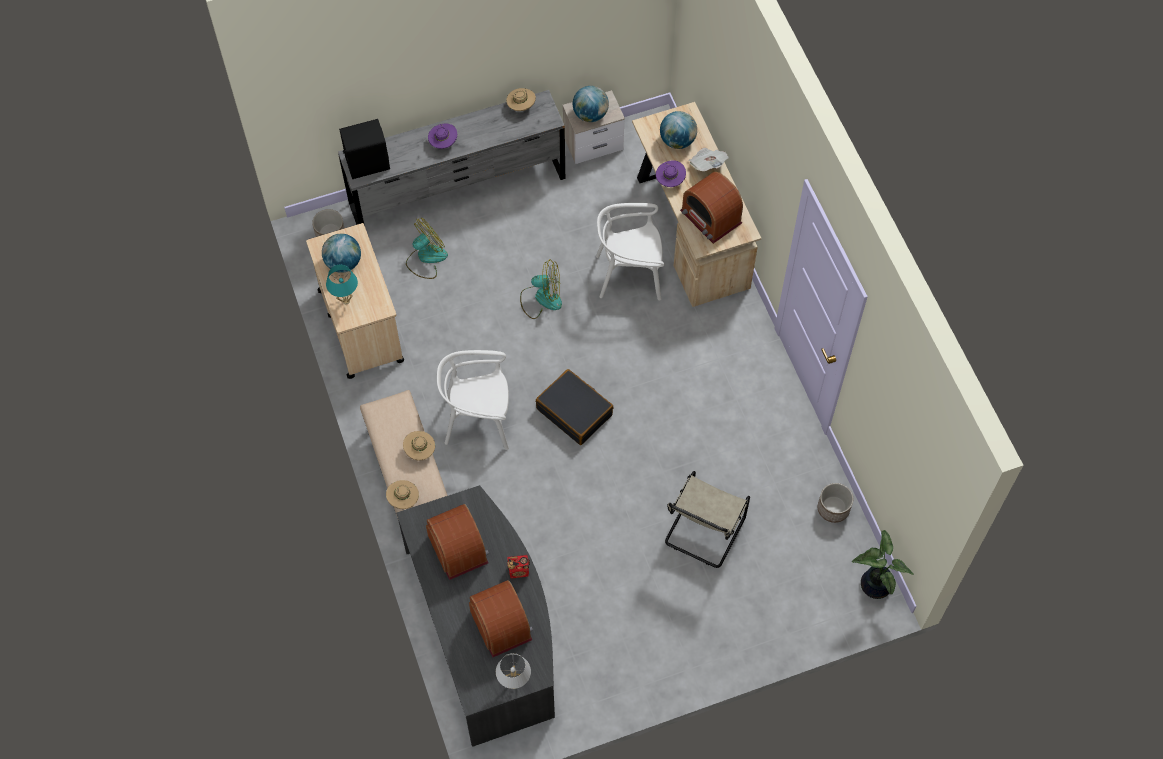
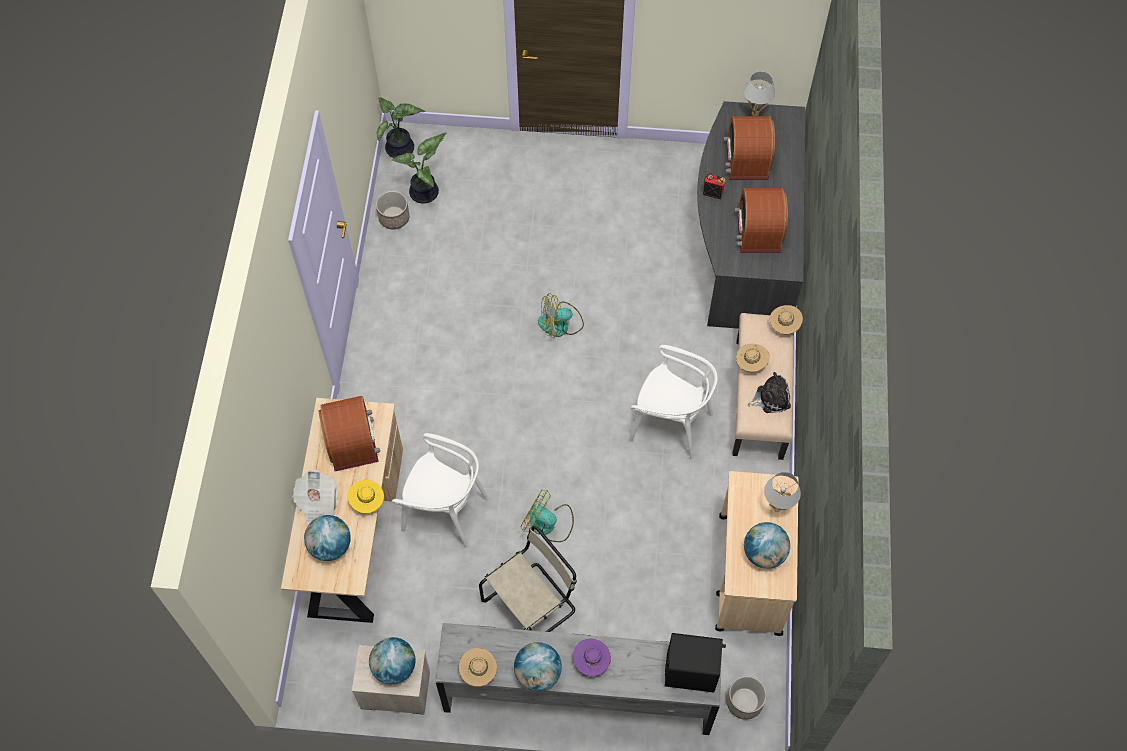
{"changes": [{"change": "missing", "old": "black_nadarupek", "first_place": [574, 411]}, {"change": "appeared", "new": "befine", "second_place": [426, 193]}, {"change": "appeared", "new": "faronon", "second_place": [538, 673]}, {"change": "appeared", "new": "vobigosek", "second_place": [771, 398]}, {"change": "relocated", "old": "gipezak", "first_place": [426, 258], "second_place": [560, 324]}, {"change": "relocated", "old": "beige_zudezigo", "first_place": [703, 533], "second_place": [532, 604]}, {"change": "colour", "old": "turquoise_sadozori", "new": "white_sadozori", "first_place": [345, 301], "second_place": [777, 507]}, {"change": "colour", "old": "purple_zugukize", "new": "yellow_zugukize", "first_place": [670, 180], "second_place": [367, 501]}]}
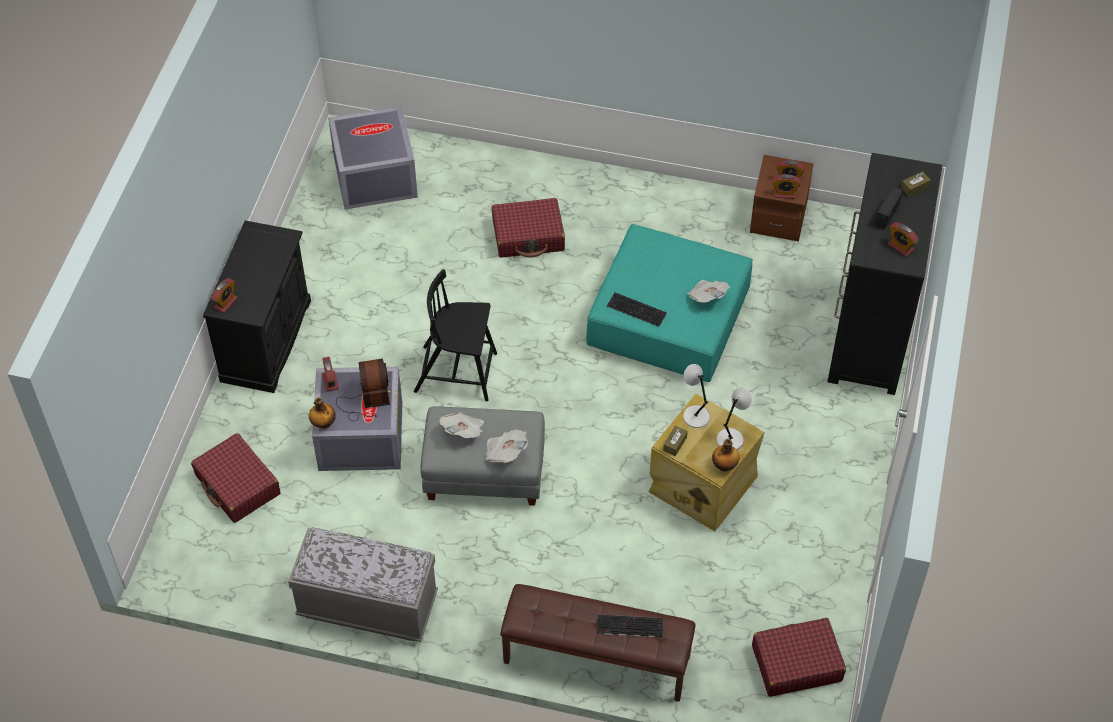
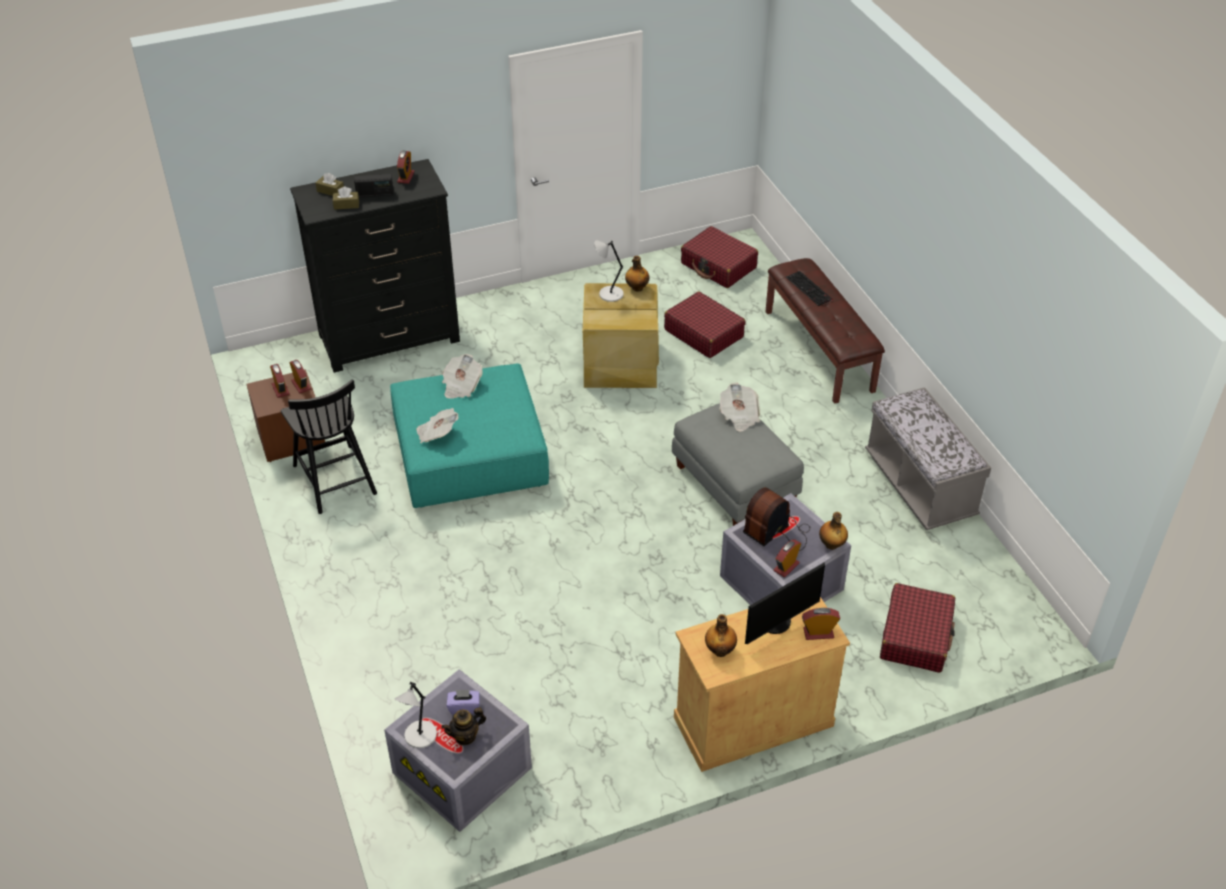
{"changes": [{"change": "missing", "old": "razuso", "first_place": [637, 309]}, {"change": "appeared", "new": "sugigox", "second_place": [465, 736]}, {"change": "appeared", "new": "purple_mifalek", "second_place": [464, 707]}, {"change": "appeared", "new": "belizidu", "second_place": [720, 650]}, {"change": "appeared", "new": "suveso", "second_place": [777, 623]}, {"change": "relocated", "old": "black_zudezigo", "first_place": [457, 373], "second_place": [334, 478]}, {"change": "relocated", "old": "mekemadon", "first_place": [463, 431], "second_place": [437, 434]}, {"change": "relocated", "old": "red_nadarupek", "first_place": [528, 236], "second_place": [703, 333]}, {"change": "relocated", "old": "brown_mifalek", "first_place": [675, 444], "second_place": [346, 205]}, {"change": "relocated", "old": "grey_sadozori", "first_place": [695, 416], "second_place": [419, 736]}, {"change": "colour", "old": "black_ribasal", "new": "beige_ribasal", "first_place": [266, 340], "second_place": [753, 721]}]}
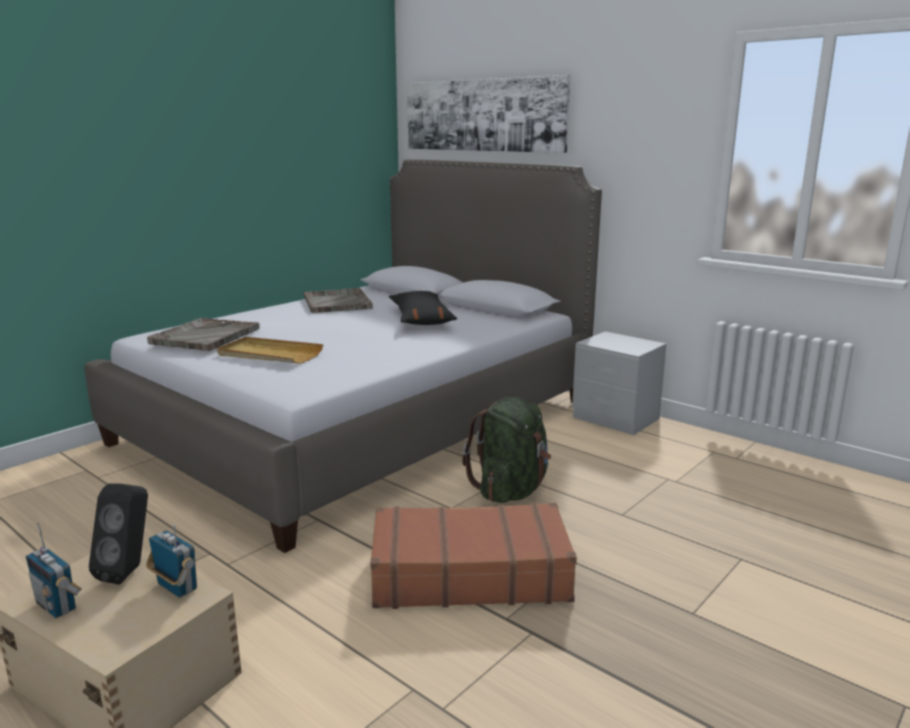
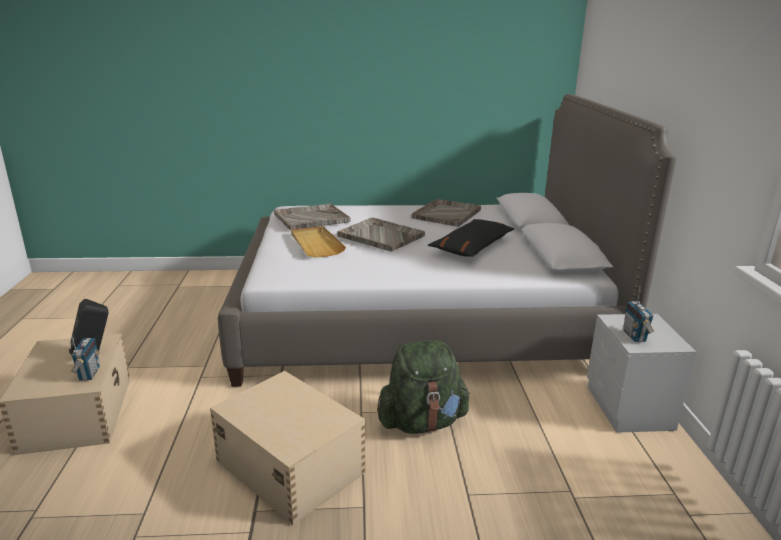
{"changes": [{"change": "missing", "old": "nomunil", "first_place": [483, 115]}, {"change": "appeared", "new": "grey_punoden", "second_place": [380, 236]}, {"change": "relocated", "old": "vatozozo", "first_place": [57, 606], "second_place": [634, 336]}, {"change": "exchanged", "old": "brown_nadarupek", "new": "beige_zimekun", "first_place": [469, 574], "second_place": [289, 465]}]}
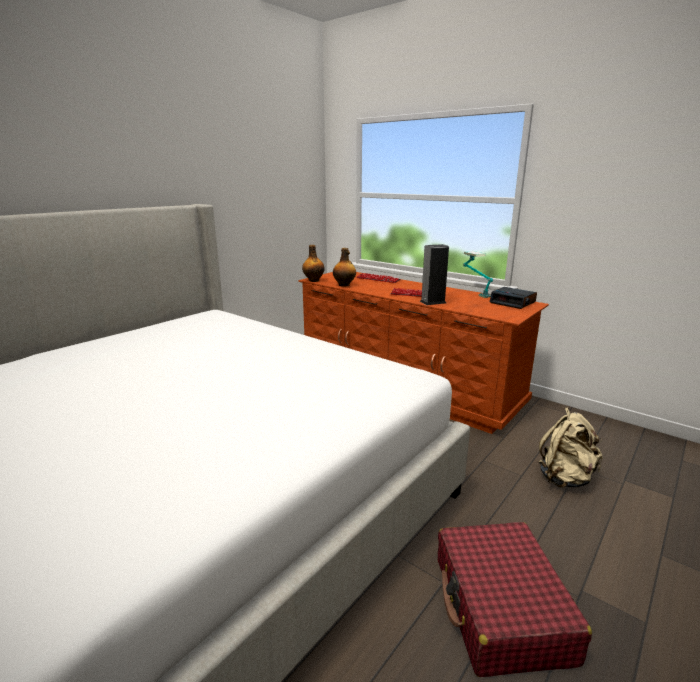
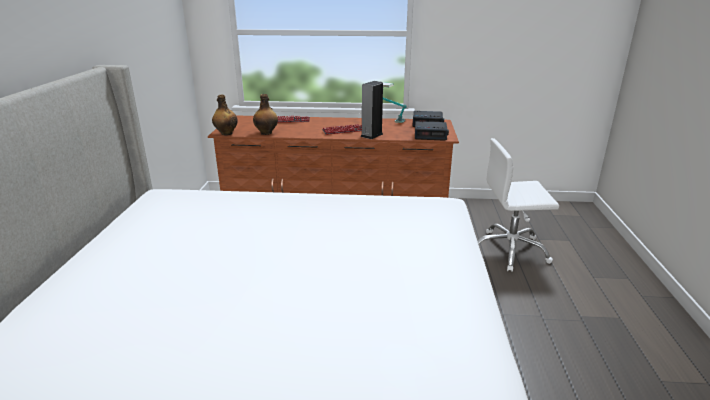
{"changes": [{"change": "missing", "old": "red_nadarupek", "first_place": [500, 609]}, {"change": "appeared", "new": "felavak", "second_place": [430, 135]}, {"change": "exchanged", "old": "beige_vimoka", "new": "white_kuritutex", "first_place": [565, 478], "second_place": [510, 251]}]}
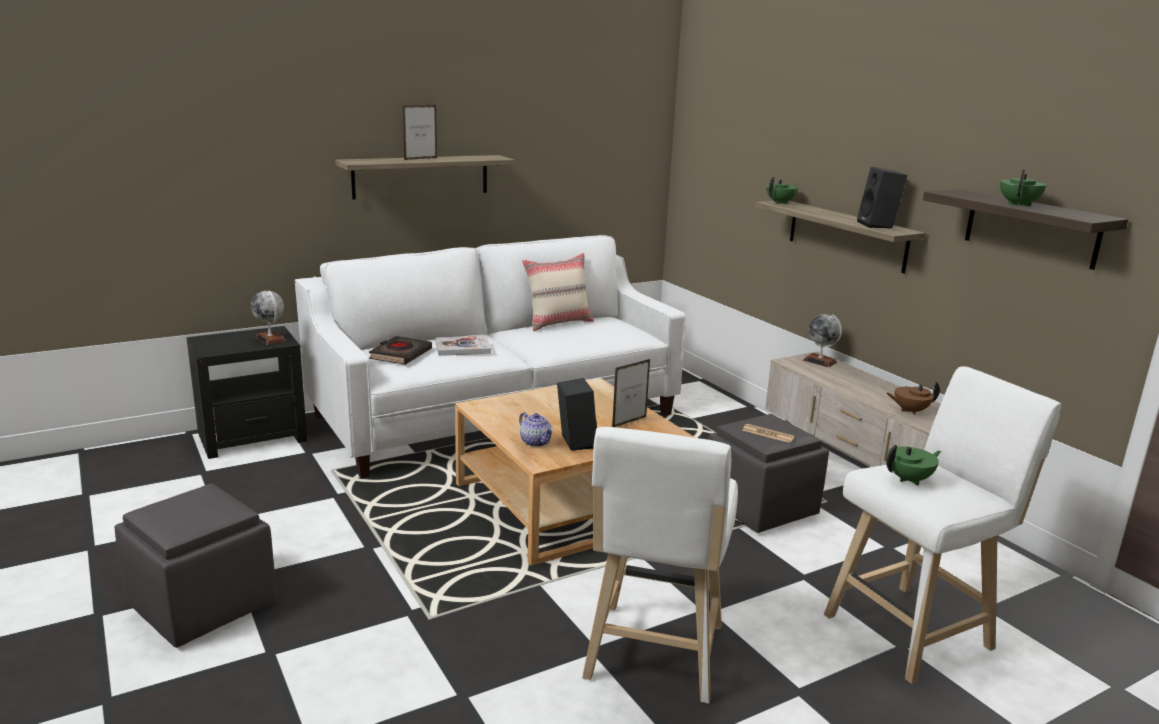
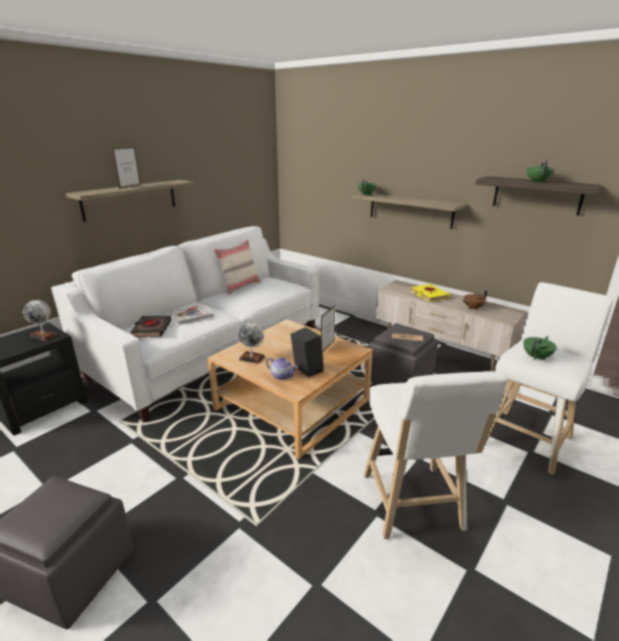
{"changes": [{"change": "missing", "old": "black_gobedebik", "first_place": [878, 225]}, {"change": "appeared", "new": "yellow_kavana", "second_place": [429, 295]}, {"change": "relocated", "old": "faronon", "first_place": [820, 361], "second_place": [252, 358]}]}
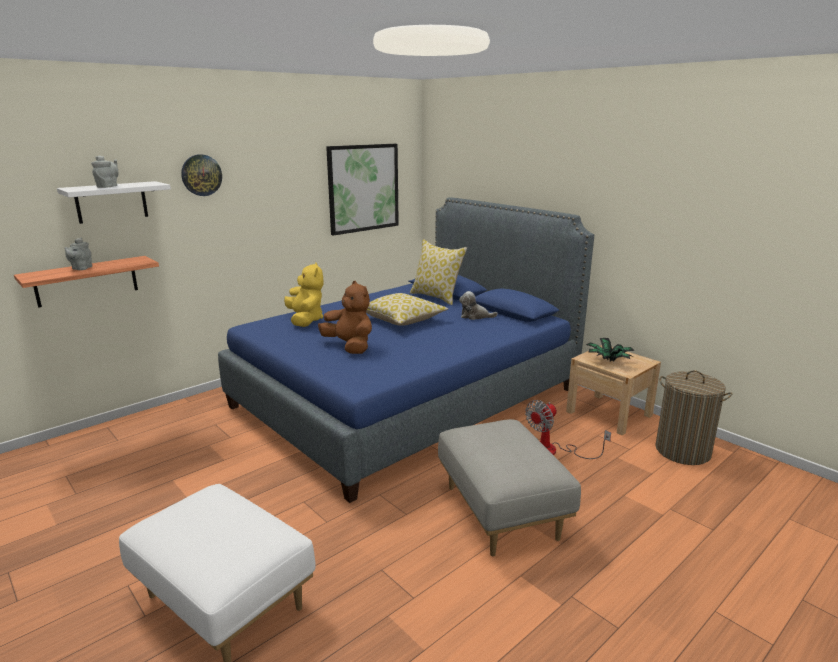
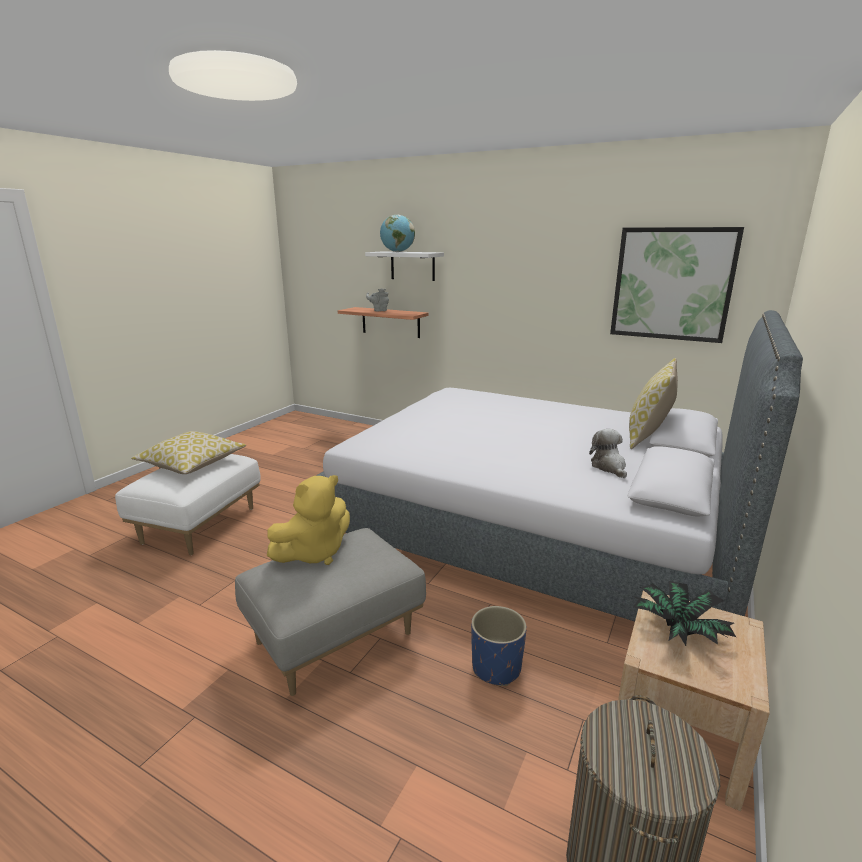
{"changes": [{"change": "missing", "old": "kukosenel", "first_place": [201, 175]}, {"change": "missing", "old": "brown_vobigosek", "first_place": [350, 346]}, {"change": "relocated", "old": "yellow_vobigosek", "first_place": [305, 320], "second_place": [314, 553]}, {"change": "relocated", "old": "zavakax", "first_place": [402, 320], "second_place": [192, 464]}, {"change": "exchanged", "old": "grey_sugigox", "new": "faronon", "first_place": [108, 186], "second_place": [397, 252]}, {"change": "exchanged", "old": "gipezak", "new": "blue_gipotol", "first_place": [553, 451], "second_place": [496, 668]}, {"change": "colour", "old": "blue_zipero", "new": "grey_zipero", "first_place": [407, 397], "second_place": [536, 528]}]}
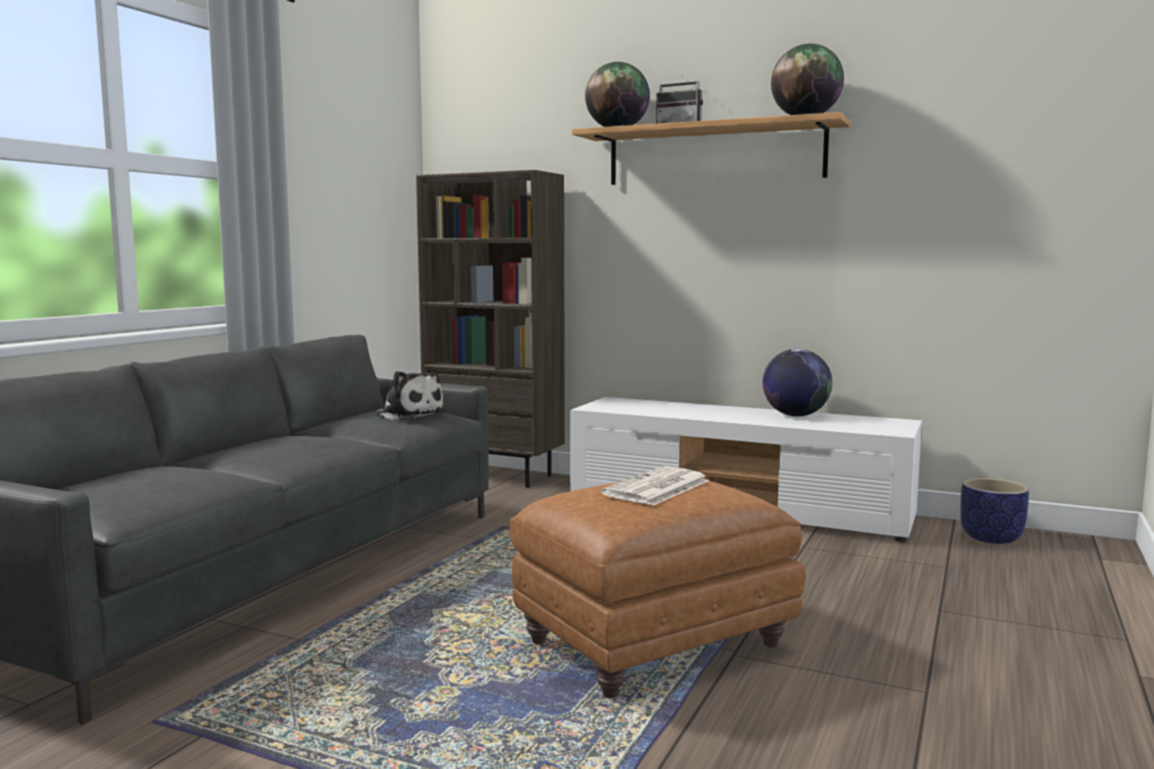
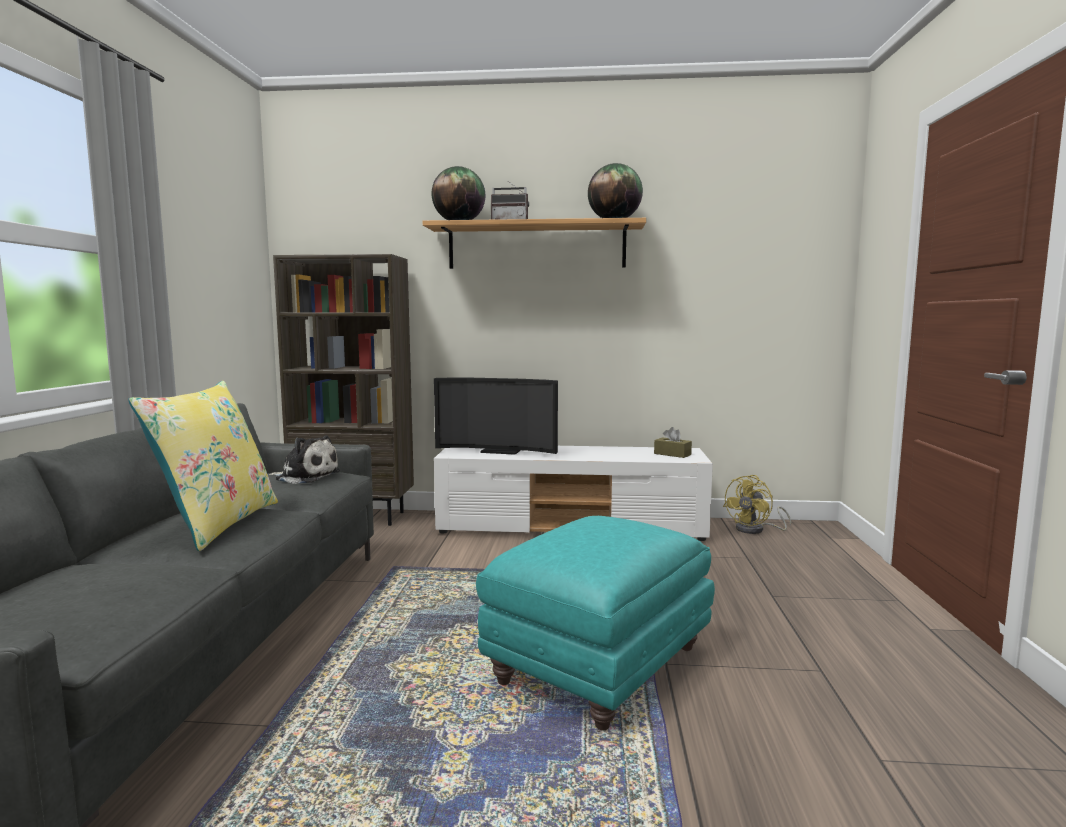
{"changes": [{"change": "missing", "old": "mekemadon", "first_place": [656, 488]}, {"change": "missing", "old": "faronon", "first_place": [795, 415]}, {"change": "appeared", "new": "yellow_zavakax", "second_place": [217, 524]}, {"change": "appeared", "new": "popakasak", "second_place": [500, 451]}, {"change": "appeared", "new": "brown_mifalek", "second_place": [672, 454]}, {"change": "exchanged", "old": "gipotol", "new": "yellow_gipezak", "first_place": [992, 538], "second_place": [756, 530]}, {"change": "colour", "old": "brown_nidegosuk", "new": "turquoise_nidegosuk", "first_place": [652, 646], "second_place": [599, 667]}]}
